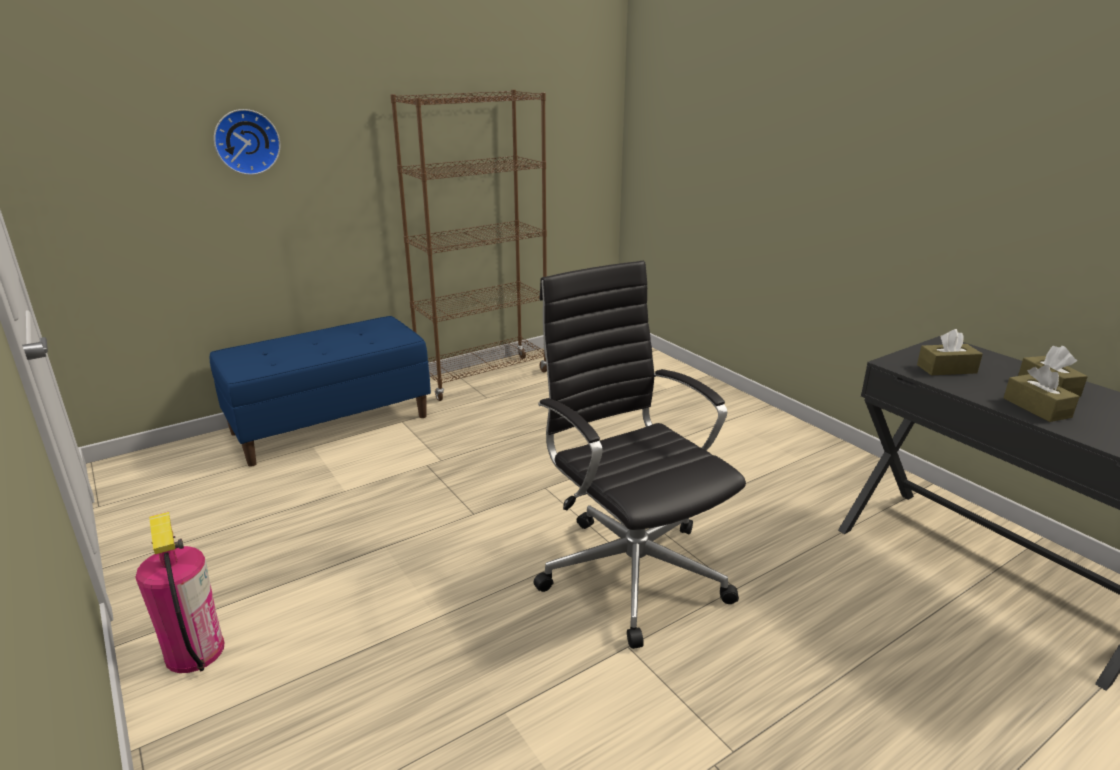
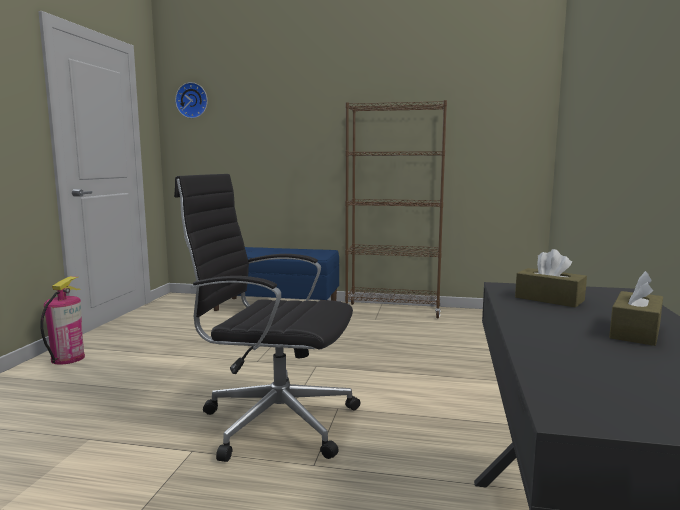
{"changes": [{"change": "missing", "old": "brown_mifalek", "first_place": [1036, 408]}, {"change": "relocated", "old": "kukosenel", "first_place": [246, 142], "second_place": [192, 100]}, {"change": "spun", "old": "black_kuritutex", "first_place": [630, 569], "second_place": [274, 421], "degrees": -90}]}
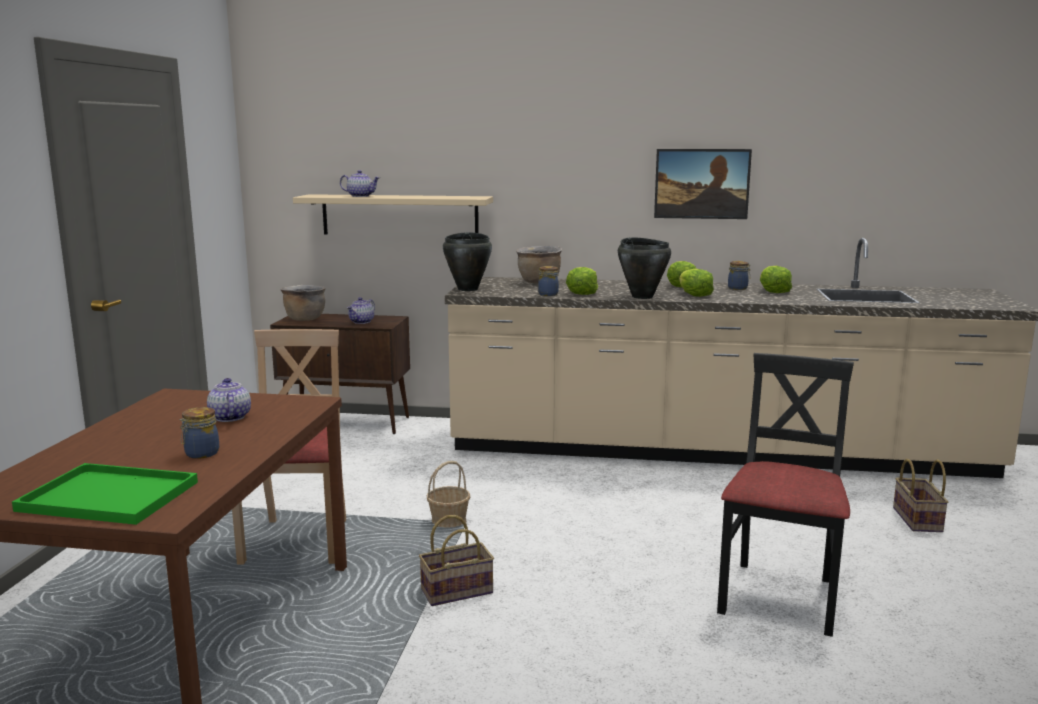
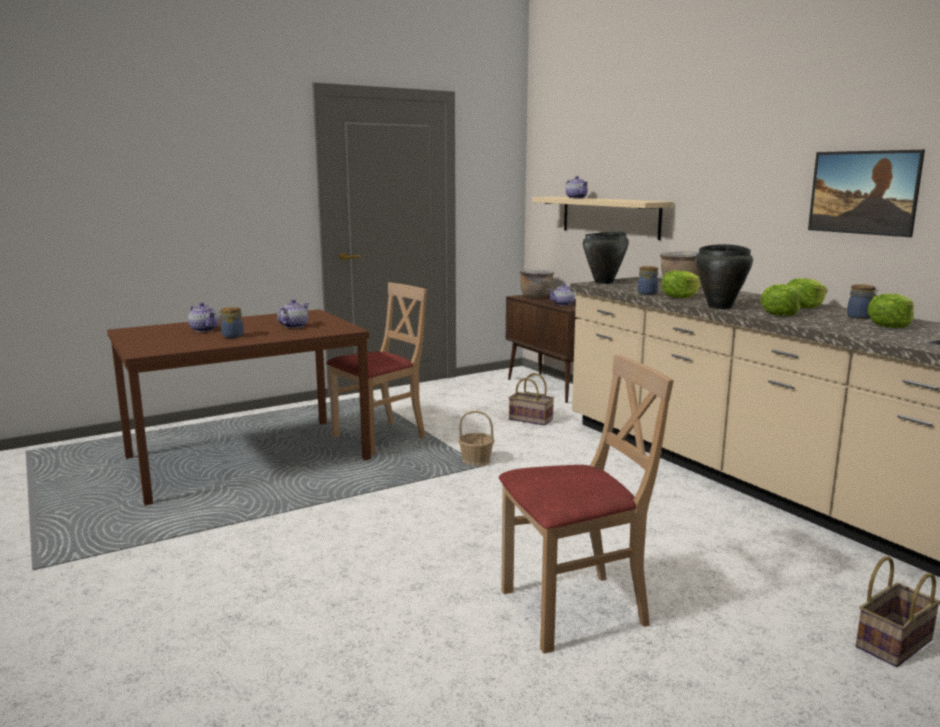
{"changes": [{"change": "missing", "old": "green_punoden", "first_place": [105, 496]}, {"change": "appeared", "new": "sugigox", "second_place": [204, 330]}, {"change": "relocated", "old": "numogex", "first_place": [458, 590], "second_place": [532, 419]}, {"change": "colour", "old": "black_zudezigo", "new": "beige_zudezigo", "first_place": [779, 597], "second_place": [573, 609]}]}
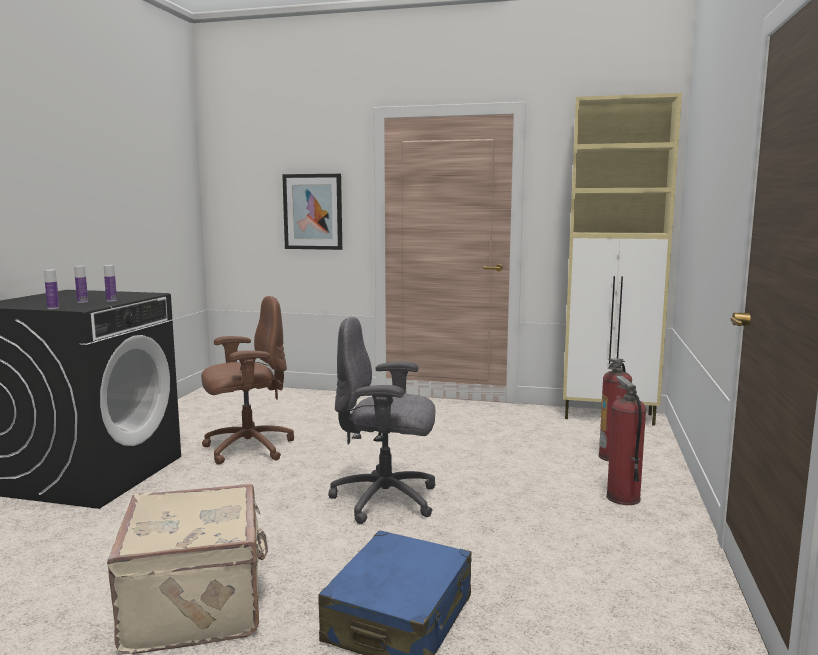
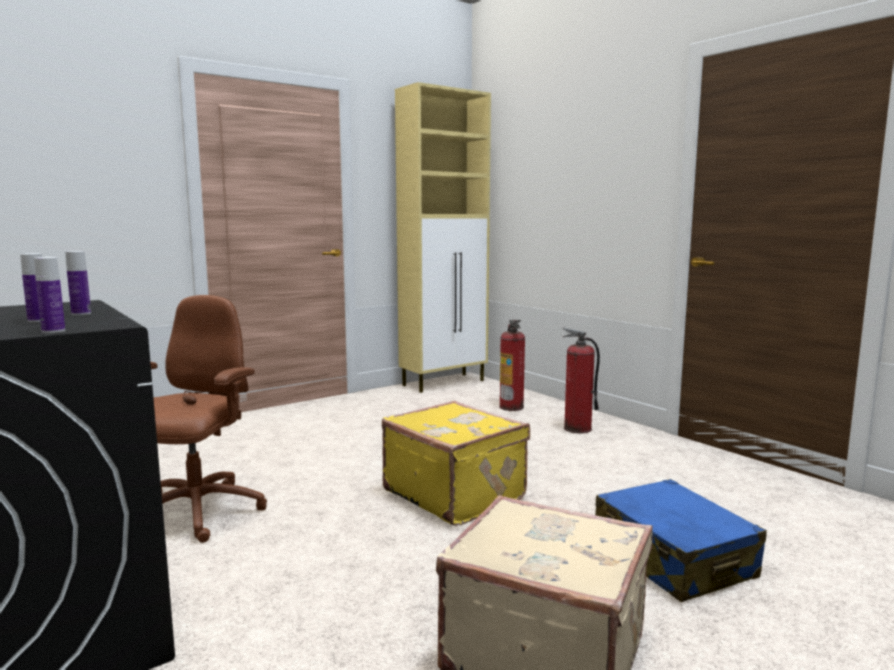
{"changes": [{"change": "missing", "old": "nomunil", "first_place": [313, 211]}, {"change": "exchanged", "old": "grey_kuritutex", "new": "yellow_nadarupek", "first_place": [386, 500], "second_place": [455, 494]}]}
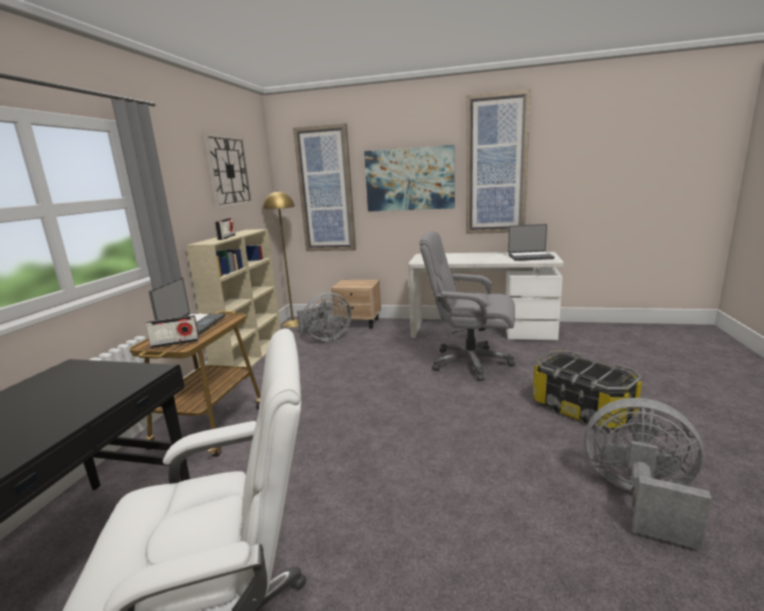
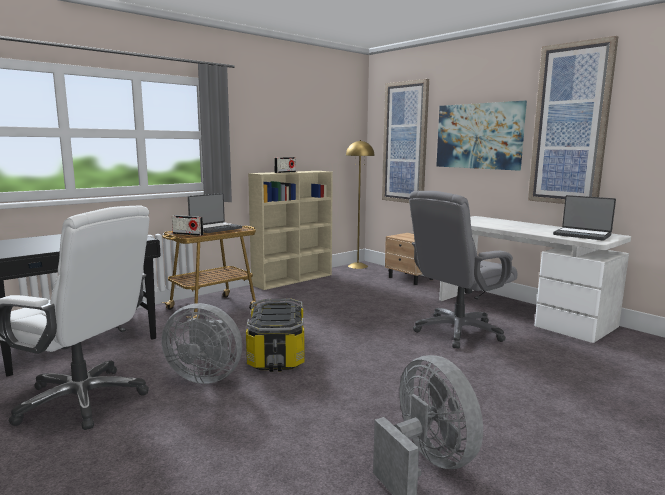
{"changes": [{"change": "missing", "old": "kukosenel", "first_place": [229, 171]}, {"change": "relocated", "old": "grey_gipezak", "first_place": [326, 338], "second_place": [205, 376]}, {"change": "relocated", "old": "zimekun", "first_place": [581, 409], "second_place": [276, 354]}, {"change": "spun", "old": "grey_kuritutex", "first_place": [469, 362], "second_place": [457, 331], "degrees": -90}]}
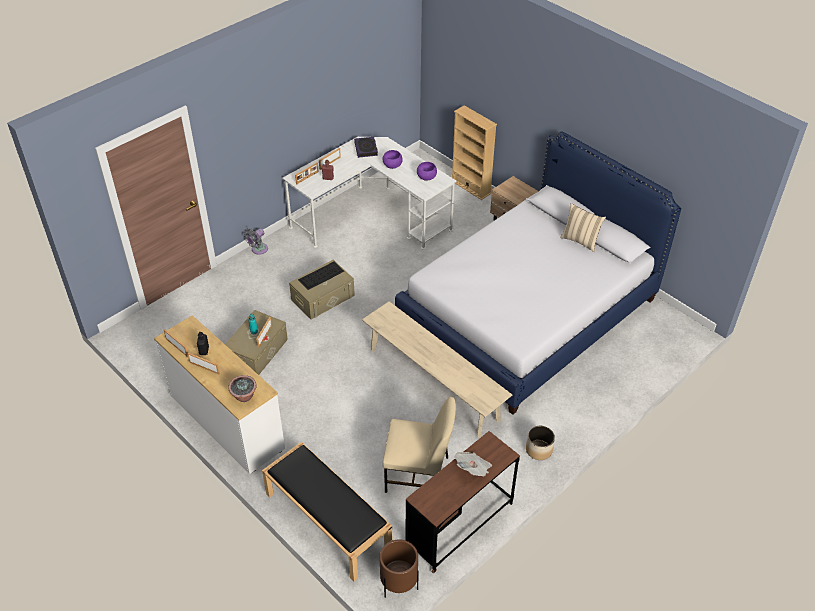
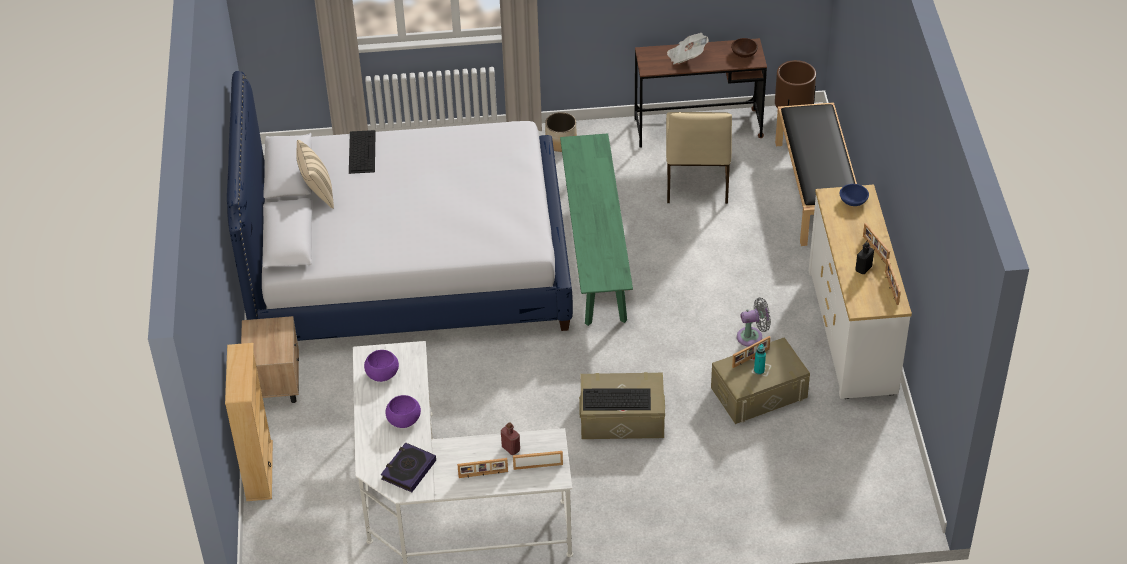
{"changes": [{"change": "appeared", "new": "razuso", "second_place": [361, 151]}, {"change": "appeared", "new": "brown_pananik", "second_place": [743, 53]}, {"change": "relocated", "old": "grey_gipezak", "first_place": [258, 250], "second_place": [752, 336]}, {"change": "exchanged", "old": "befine", "new": "blue_pananik", "first_place": [244, 396], "second_place": [853, 200]}, {"change": "colour", "old": "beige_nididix", "new": "green_nididix", "first_place": [433, 384], "second_place": [595, 250]}, {"change": "spun", "old": "beige_zudezigo", "first_place": [418, 475], "second_place": [696, 181], "degrees": -135}]}
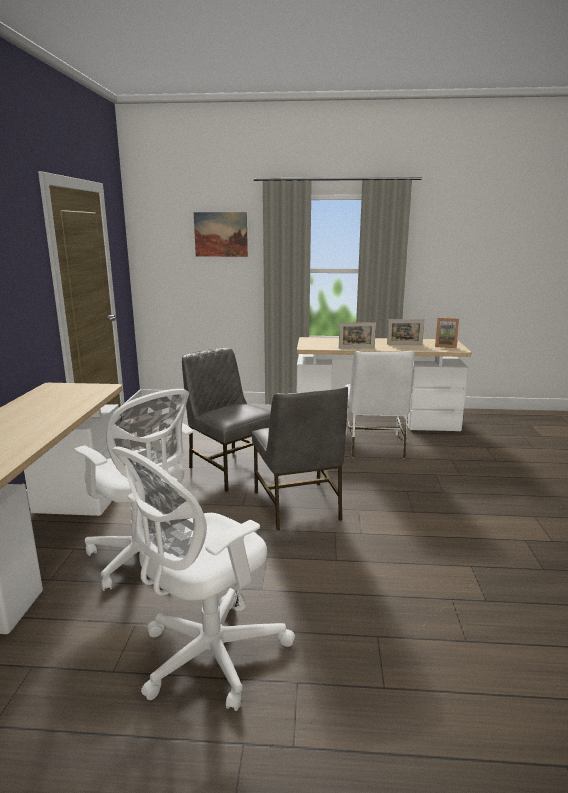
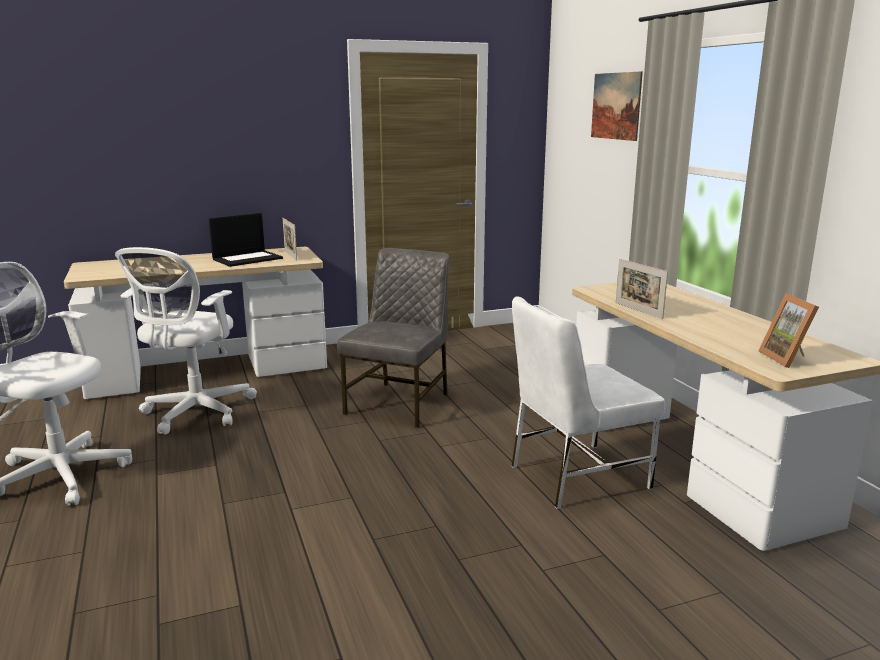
{"changes": [{"change": "missing", "old": "grey_zudezigo", "first_place": [298, 506]}, {"change": "appeared", "new": "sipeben", "second_place": [248, 259]}, {"change": "relocated", "old": "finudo", "first_place": [404, 344], "second_place": [290, 255]}]}
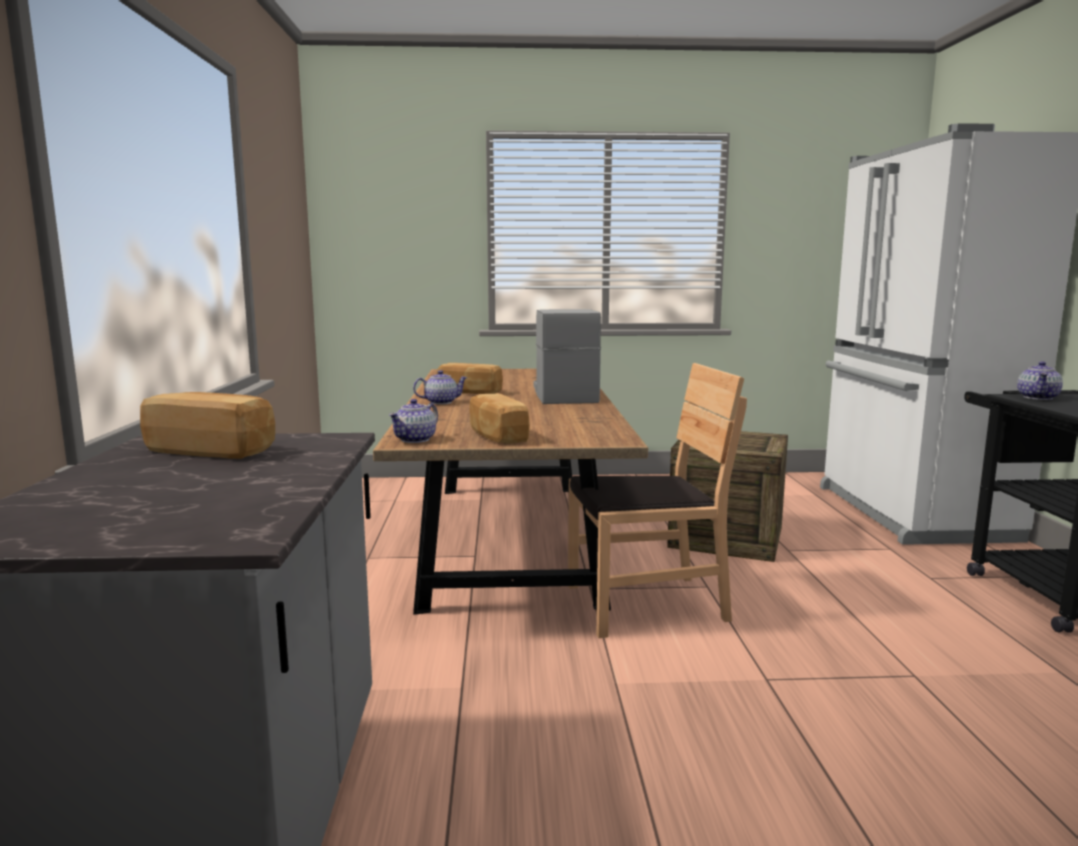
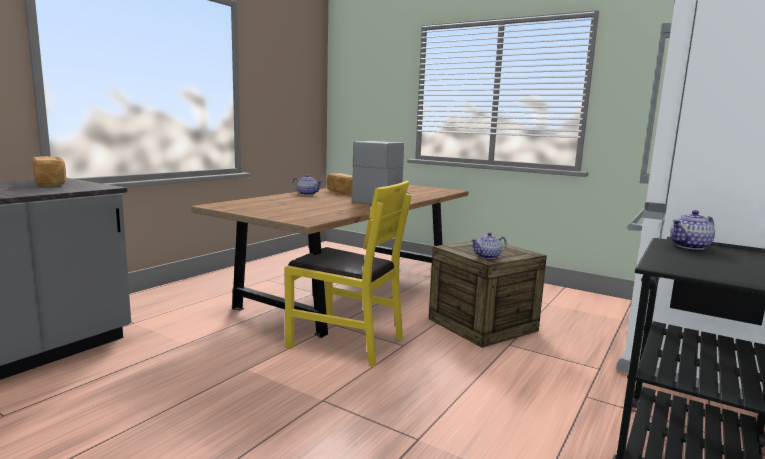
{"changes": [{"change": "missing", "old": "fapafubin", "first_place": [496, 436]}, {"change": "relocated", "old": "sugigox", "first_place": [415, 439], "second_place": [488, 257]}, {"change": "colour", "old": "brown_zudezigo", "new": "yellow_zudezigo", "first_place": [645, 604], "second_place": [346, 341]}]}
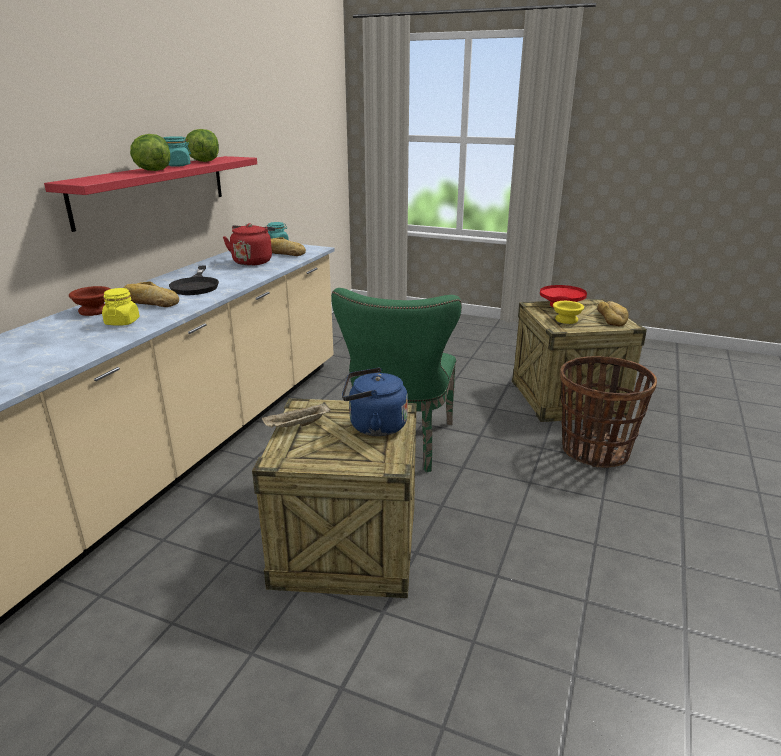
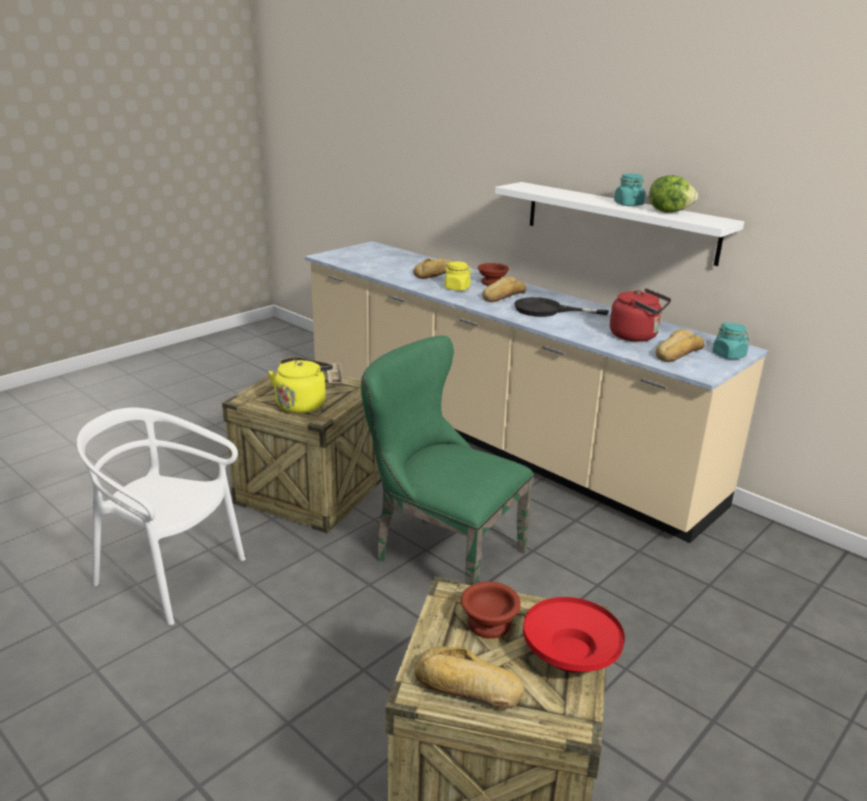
{"changes": [{"change": "missing", "old": "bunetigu", "first_place": [152, 170]}, {"change": "missing", "old": "numogex", "first_place": [594, 451]}, {"change": "appeared", "new": "white_zudezigo", "second_place": [169, 576]}, {"change": "appeared", "new": "fapafubin", "second_place": [436, 274]}, {"change": "colour", "old": "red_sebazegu", "new": "white_sebazegu", "first_place": [153, 189], "second_place": [619, 221]}, {"change": "colour", "old": "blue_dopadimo", "new": "yellow_dopadimo", "first_place": [374, 426], "second_place": [302, 404]}, {"change": "colour", "old": "yellow_pananik", "new": "brown_pananik", "first_place": [567, 320], "second_place": [487, 624]}]}
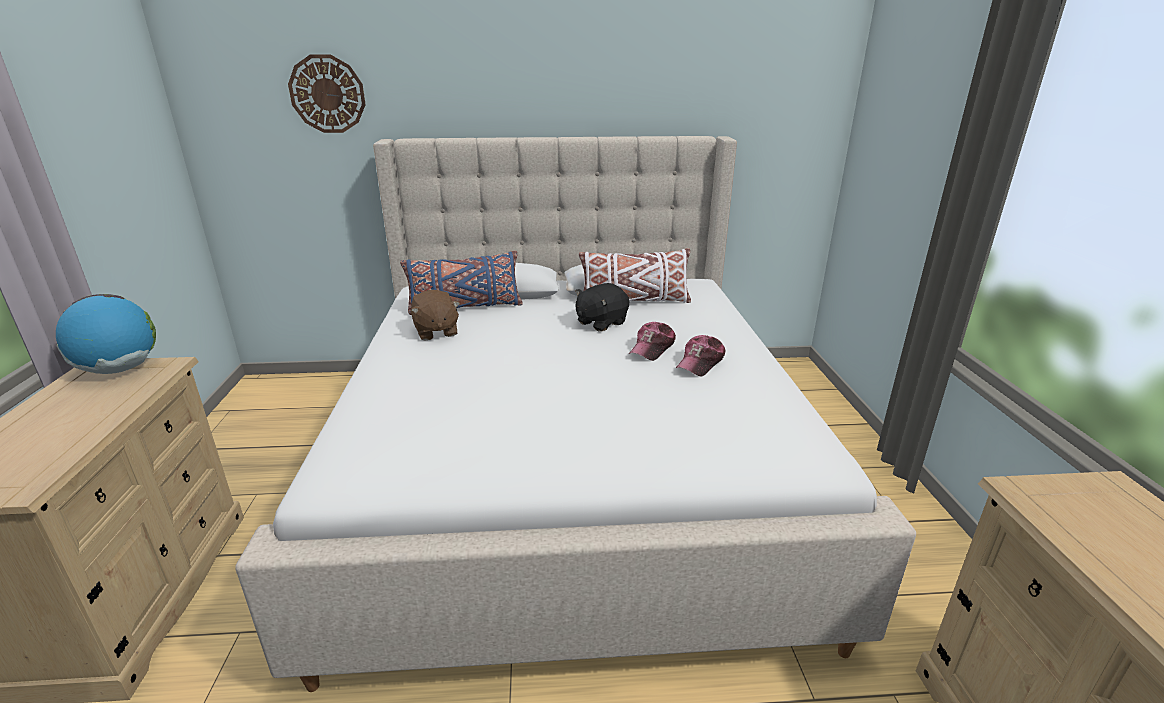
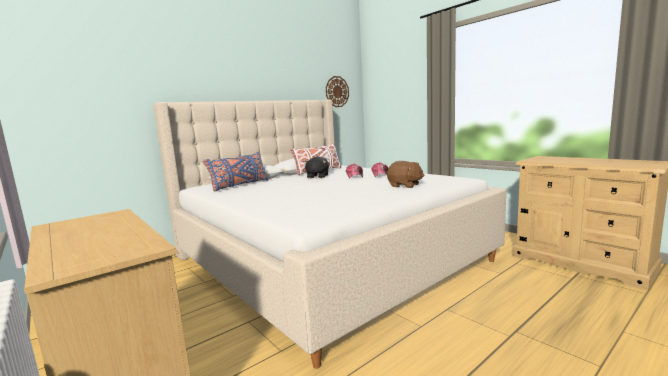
{"changes": [{"change": "missing", "old": "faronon", "first_place": [120, 369]}, {"change": "relocated", "old": "kukosenel", "first_place": [327, 94], "second_place": [337, 91]}, {"change": "relocated", "old": "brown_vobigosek", "first_place": [436, 332], "second_place": [404, 185]}]}
